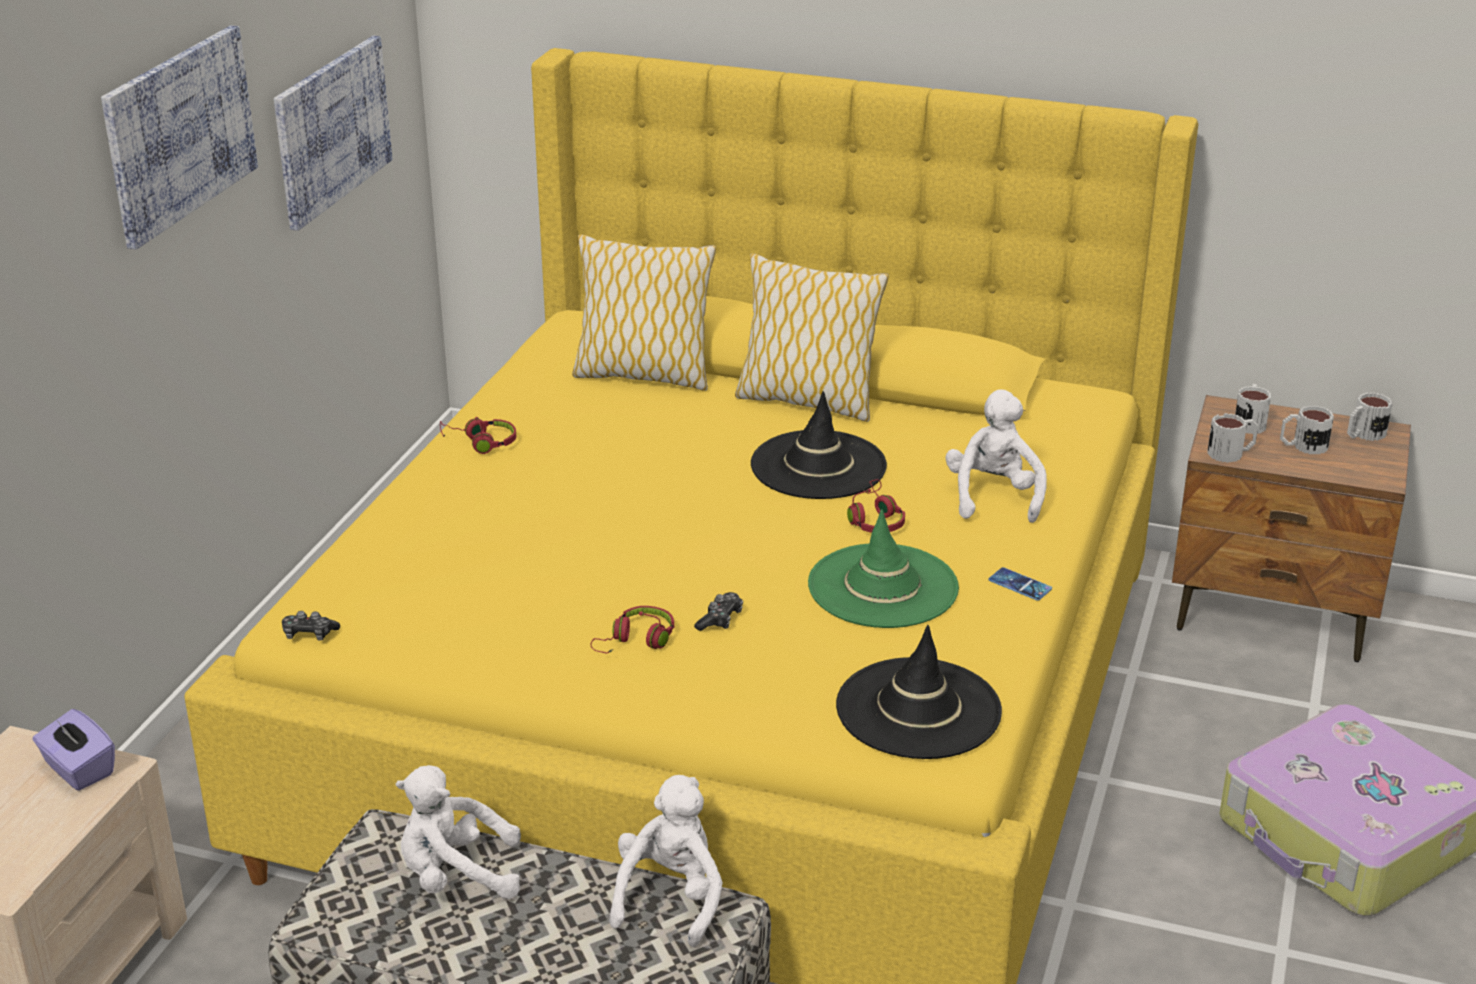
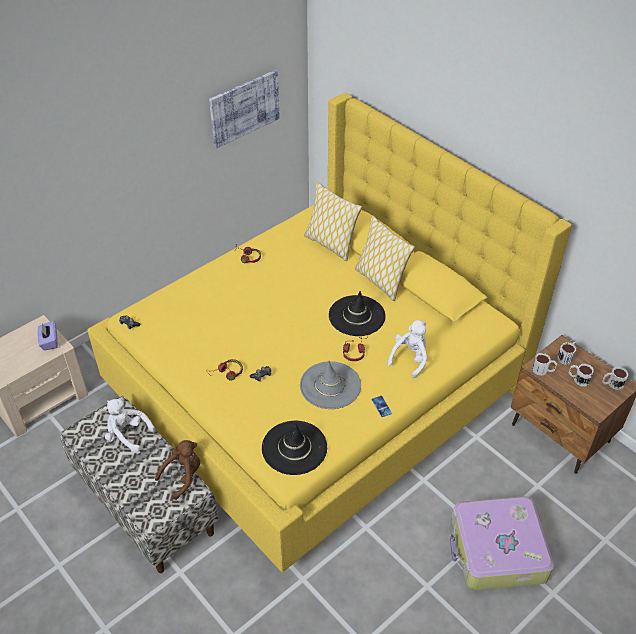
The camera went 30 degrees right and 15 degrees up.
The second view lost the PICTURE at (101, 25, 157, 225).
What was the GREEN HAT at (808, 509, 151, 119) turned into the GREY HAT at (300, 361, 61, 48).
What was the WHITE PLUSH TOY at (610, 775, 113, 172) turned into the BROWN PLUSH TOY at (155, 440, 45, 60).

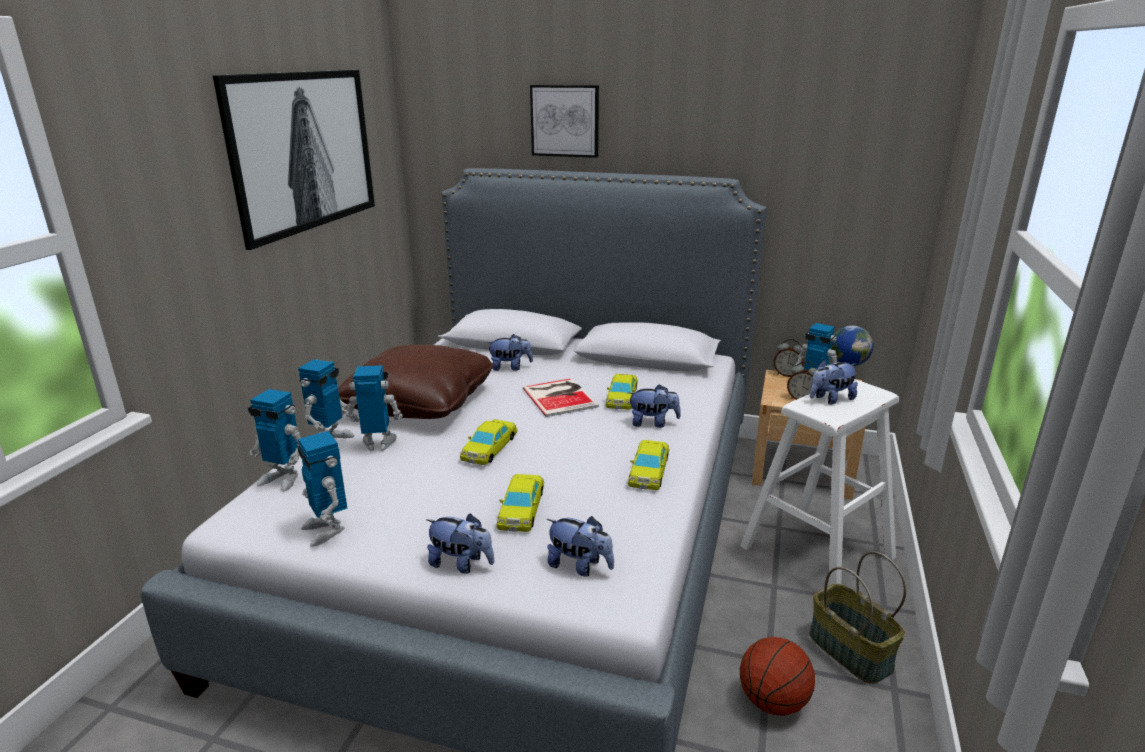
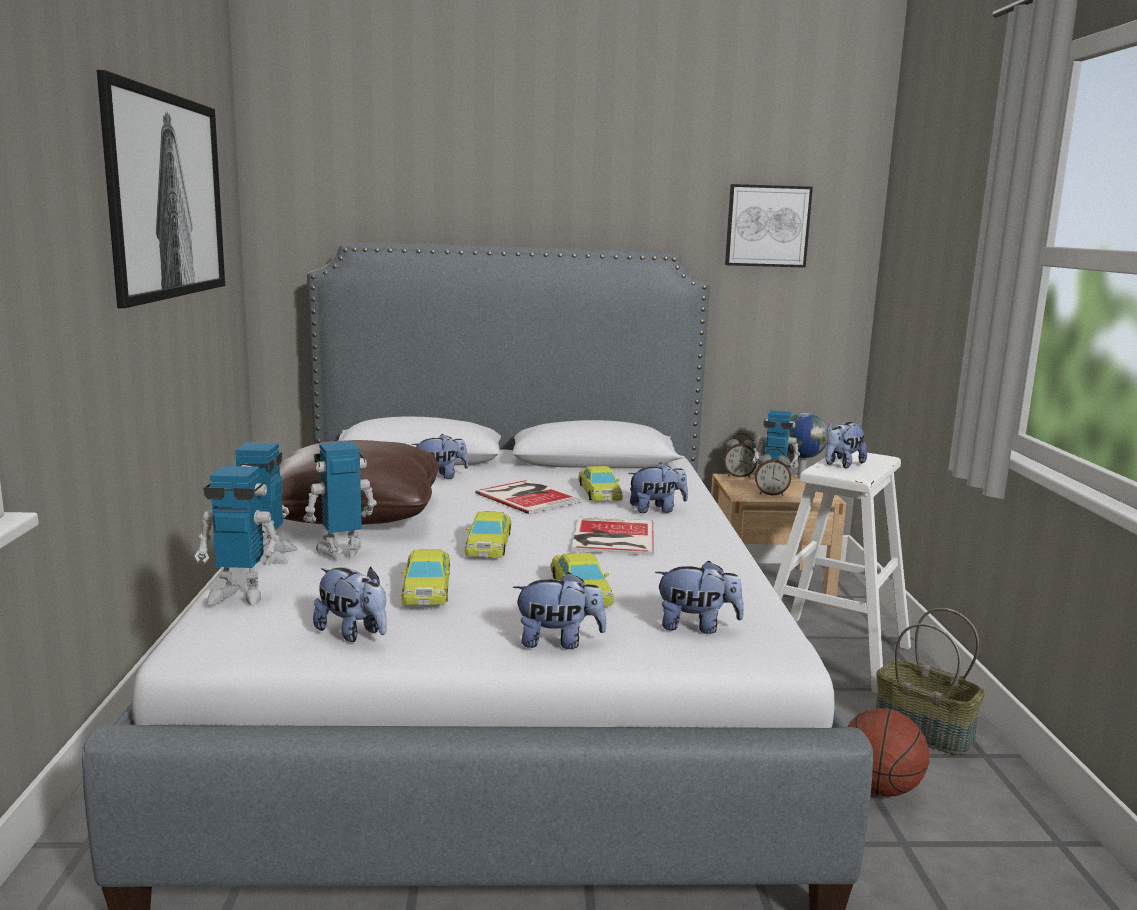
The camera went 20 degrees left and 10 degrees down.
The PICTURE ended up elsewhere, having gone from (530, 85, 69, 73) to (725, 184, 88, 84).
Where the TOY ROBOT stood at (297, 431, 51, 116), the PLUSH TOY came to stand at (313, 567, 74, 75).
The YELLOW TOY CAR ended up elsewhere, having gone from (628, 440, 41, 50) to (401, 550, 49, 55).
The second view gained the BOOK at (572, 517, 82, 39).

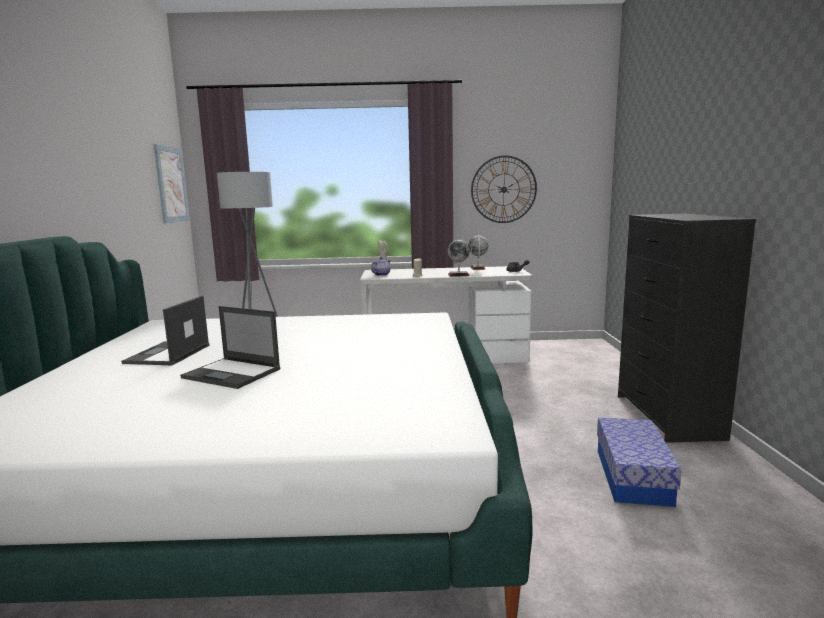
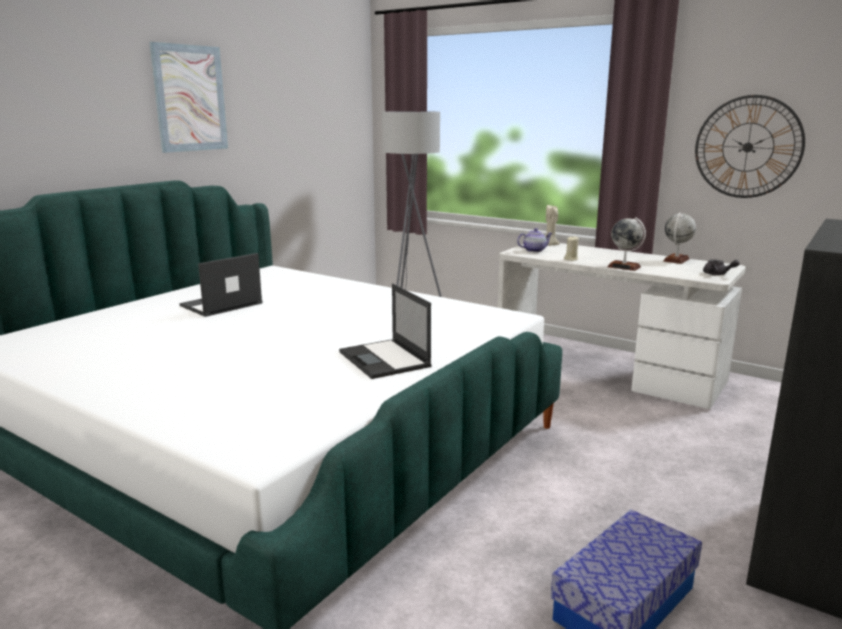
The camera went 35 degrees right and 5 degrees up.
The PICTURE ended up elsewhere, having gone from (154, 144, 35, 79) to (149, 42, 79, 111).
The LAPTOP ended up elsewhere, having gone from (180, 306, 100, 83) to (339, 283, 93, 96).

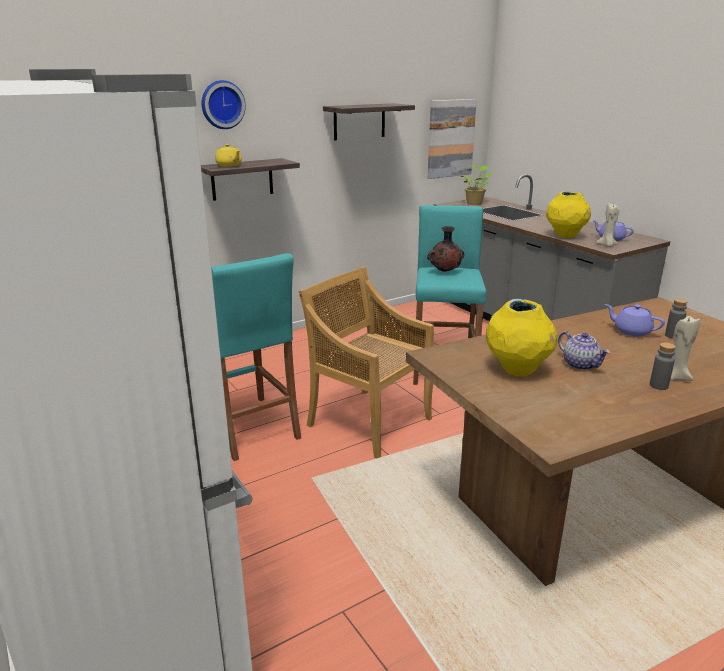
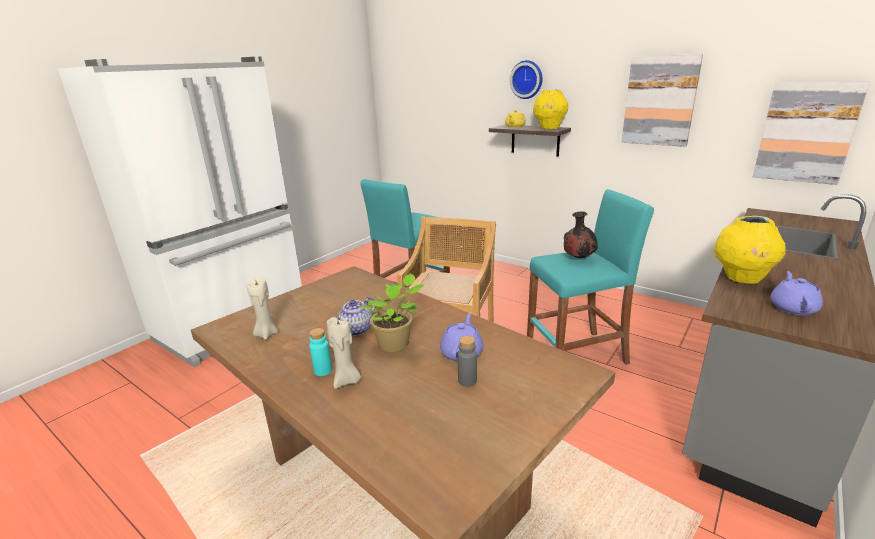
The camera went 70 degrees right and 0 degrees up.
Where the SHELF hung at (323, 103, 92, 37), the PICTURE came to hang at (621, 54, 82, 93).
The POTTED PLANT ended up elsewhere, having gone from (461, 165, 31, 40) to (359, 273, 65, 79).
The BEIGE CANDLE ended up elsewhere, having gone from (597, 203, 22, 44) to (246, 276, 32, 64).
The YELLOW VASE ended up elsewhere, having gone from (486, 299, 72, 78) to (533, 90, 35, 39).
What was the GREY BOTTLE at (650, 342, 26, 48) turned into the TURQUOISE BOTTLE at (309, 328, 23, 48).

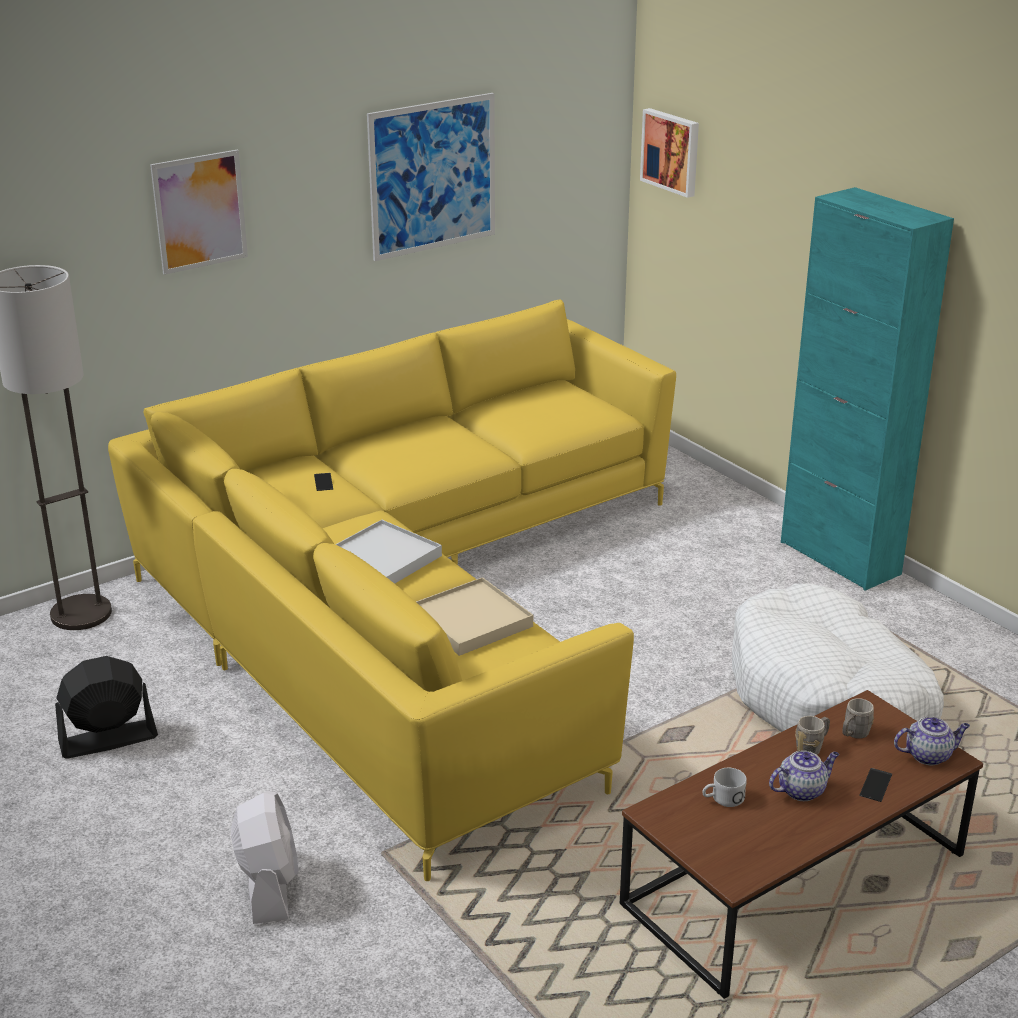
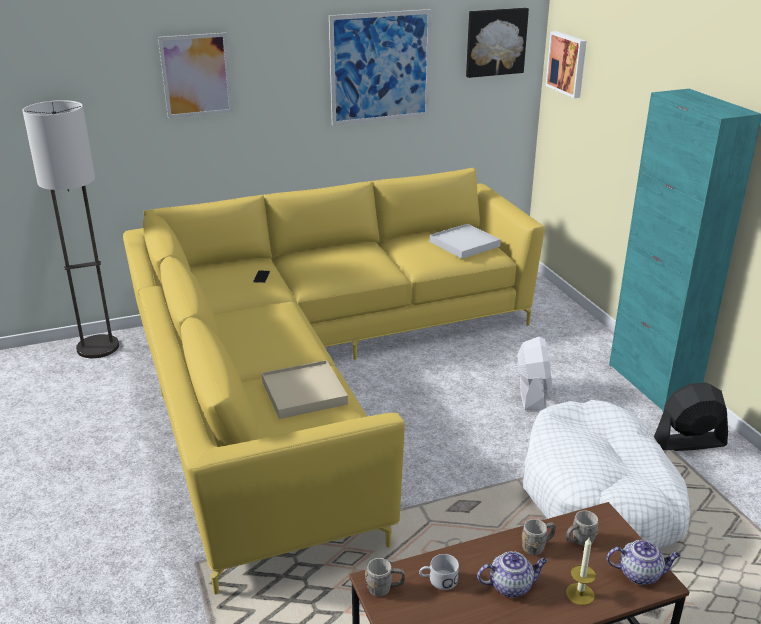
The camera went 15 degrees right and 0 degrees up.
The WHITE TRAY ended up elsewhere, having gone from (335, 520, 107, 64) to (430, 224, 71, 35).
The BLACK FAN ended up elsewhere, having gone from (55, 656, 103, 103) to (654, 383, 74, 68).
Where the PHONE stood at (859, 768, 33, 34), the CANDLE came to stand at (566, 538, 30, 67).
The WHITE FAN ended up elsewhere, having gone from (231, 790, 67, 134) to (517, 337, 35, 74).
The second view gained the PICTURE at (466, 8, 63, 70).
The second view gained the GREY MUG at (365, 558, 40, 39).

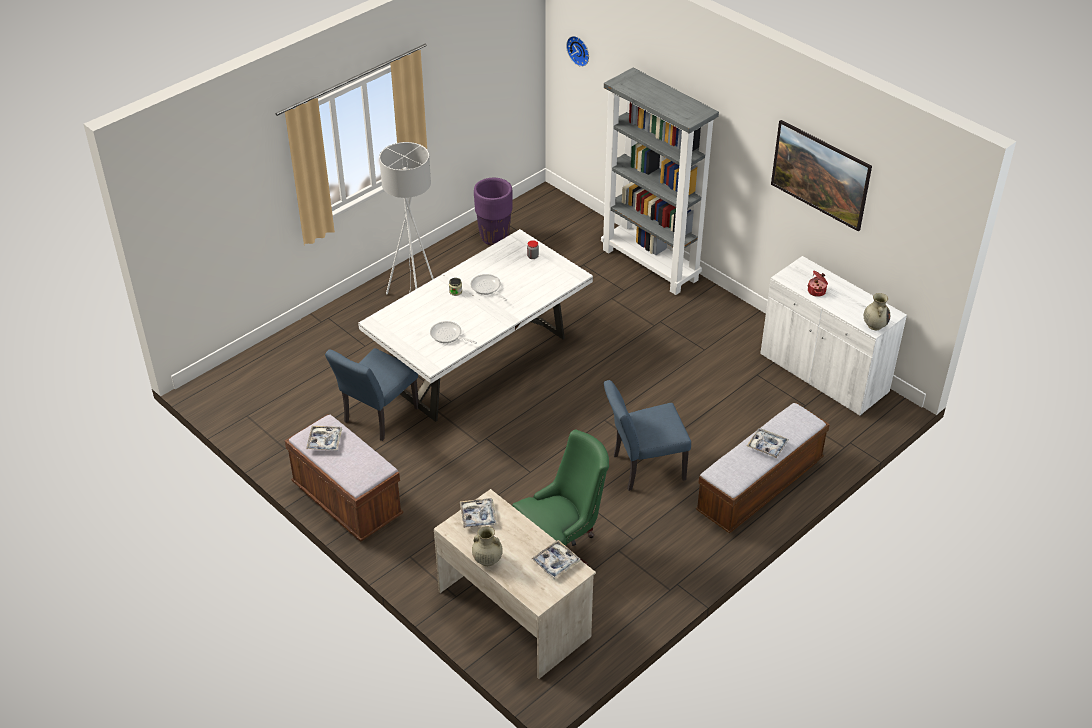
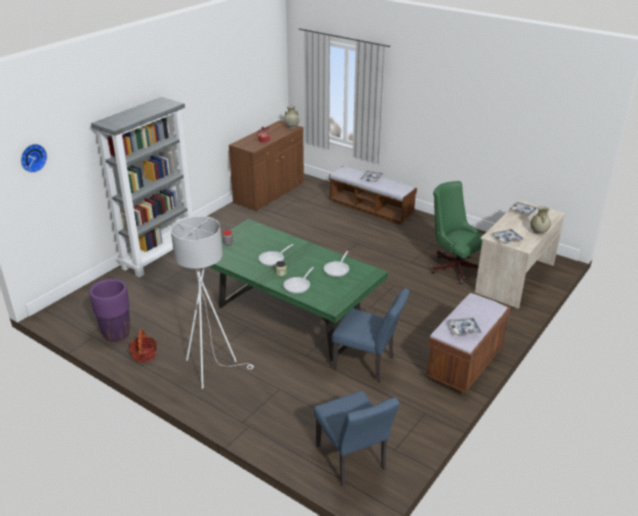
The camera went 100 degrees left and 10 degrees down.
The second view lost the PICTURE at (771, 120, 101, 112).
What was the WHITE DINING TABLE at (358, 229, 235, 193) turned into the GREEN DINING TABLE at (209, 219, 179, 142).
What was the WHITE CABINET at (760, 256, 147, 160) turned into the BROWN CABINET at (229, 120, 75, 92).
The BLUE CHAIR ended up elsewhere, having gone from (604, 380, 87, 111) to (314, 391, 85, 95).
The second view gained the FRYING PAN at (283, 267, 31, 27).
The second view gained the BASKET at (129, 330, 28, 32).

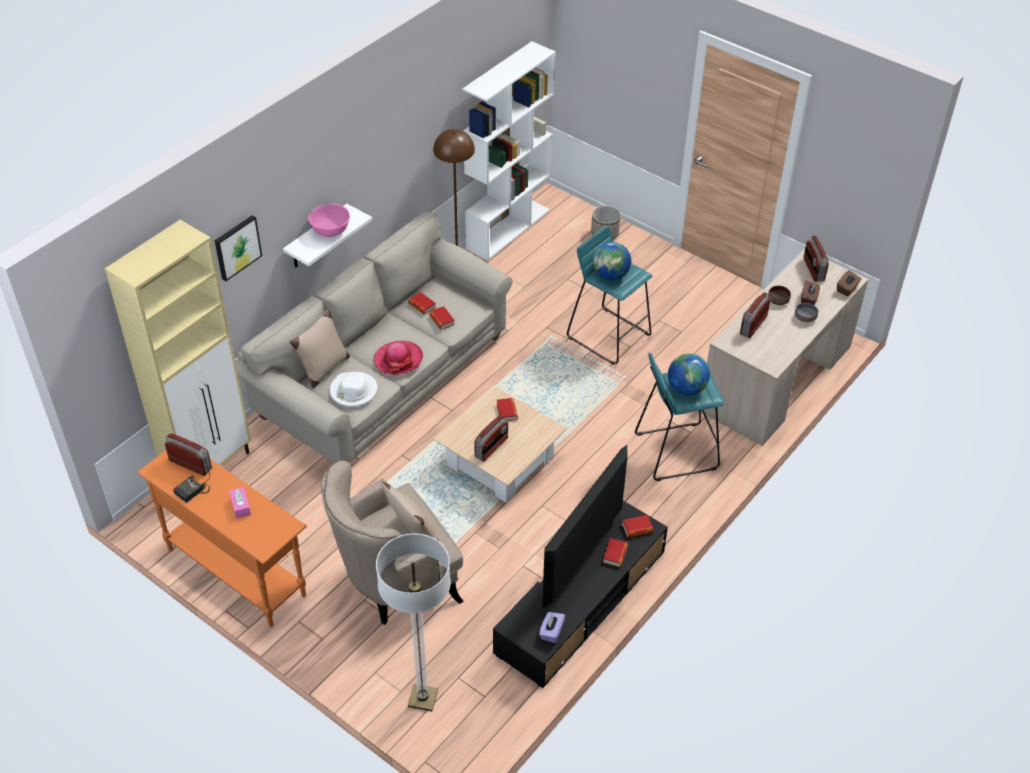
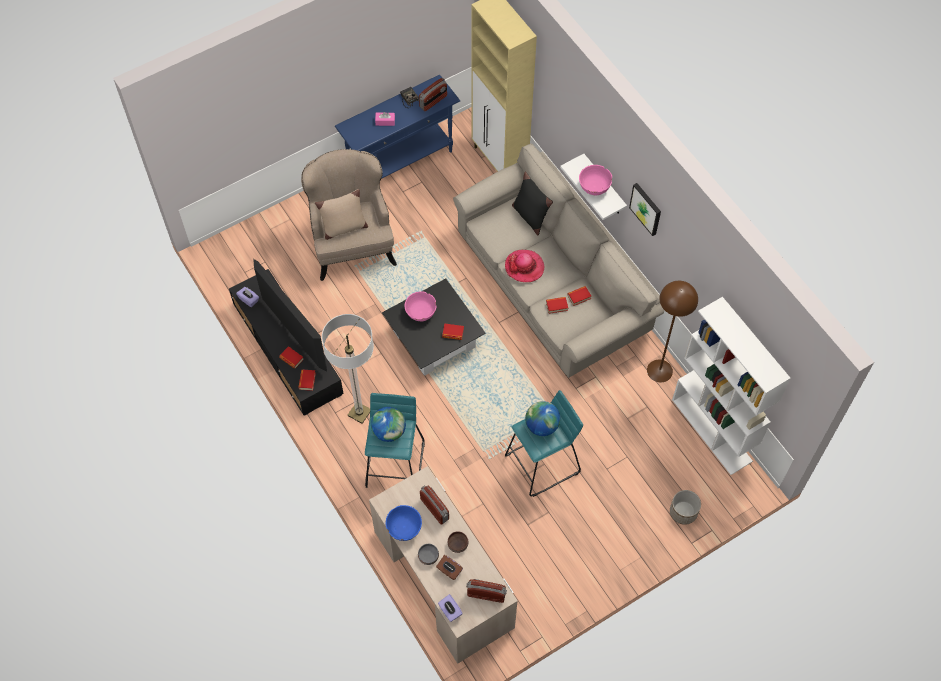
The camera went 110 degrees right and 15 degrees up.
The PICTURE ended up elsewhere, having gone from (215, 215, 47, 66) to (629, 183, 32, 53).
What was the BROWN TISSUE BOX at (837, 270, 24, 26) turned into the PURPLE TISSUE BOX at (438, 594, 25, 28).
What was the BEIGE PILLOW at (290, 309, 60, 79) turned into the BLACK PILLOW at (512, 171, 41, 64).
The second view lost the WHITE HAT at (330, 372, 47, 35).
What was the BEIGE COFFEE TABLE at (433, 385, 134, 118) turned into the BLACK COFFEE TABLE at (382, 278, 104, 98).
Where the RADIO stood at (474, 415, 34, 47), the PINK BOWL came to stand at (405, 291, 32, 30).
What was the ORANGE CONSOLE TABLE at (137, 450, 170, 177) turned into the BLUE CONSOLE TABLE at (335, 75, 125, 104).
The FLOOR LAMP ended up elsewhere, having gone from (376, 533, 75, 178) to (322, 314, 52, 110).
The second view gained the BLUE BOWL at (386, 505, 36, 36).

